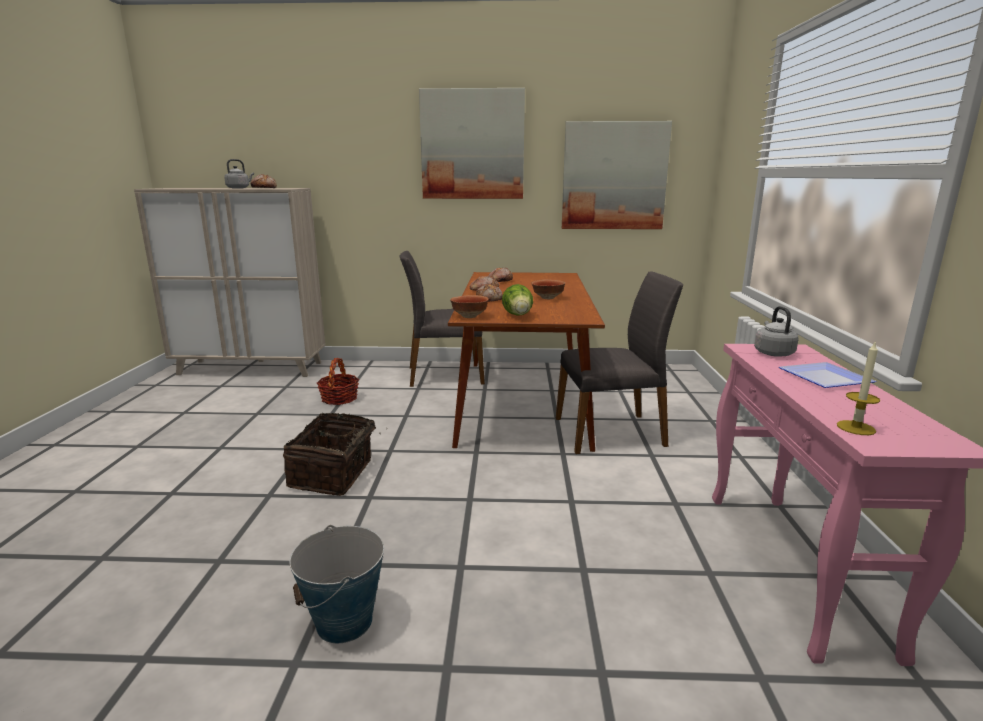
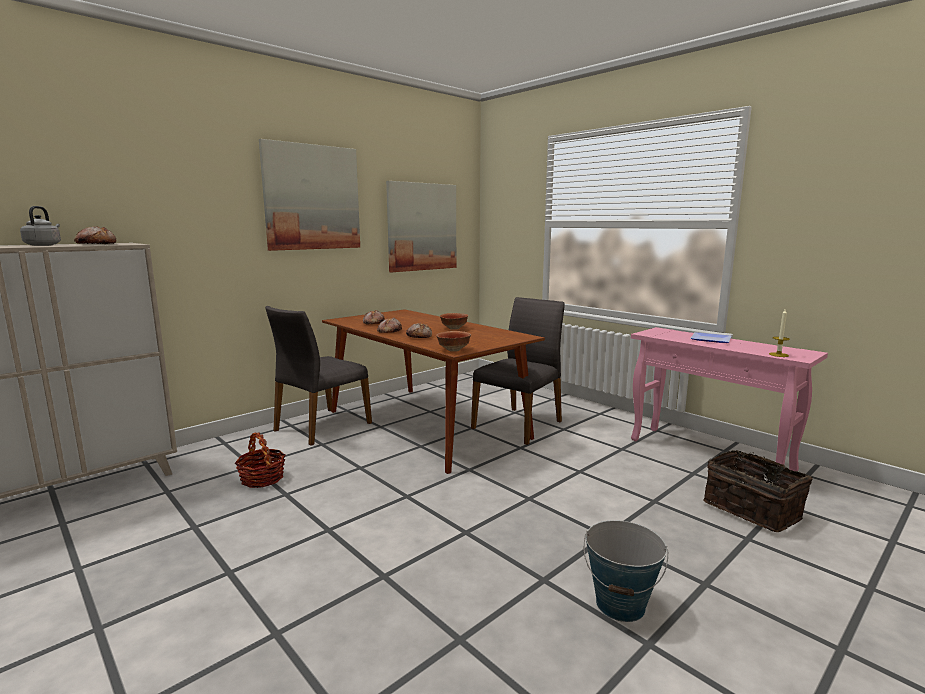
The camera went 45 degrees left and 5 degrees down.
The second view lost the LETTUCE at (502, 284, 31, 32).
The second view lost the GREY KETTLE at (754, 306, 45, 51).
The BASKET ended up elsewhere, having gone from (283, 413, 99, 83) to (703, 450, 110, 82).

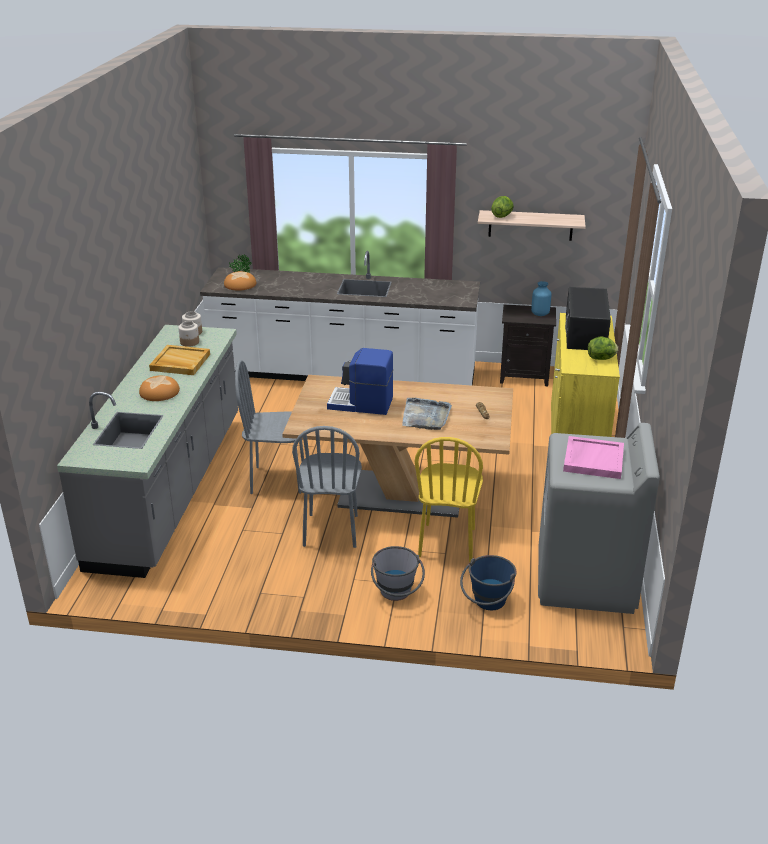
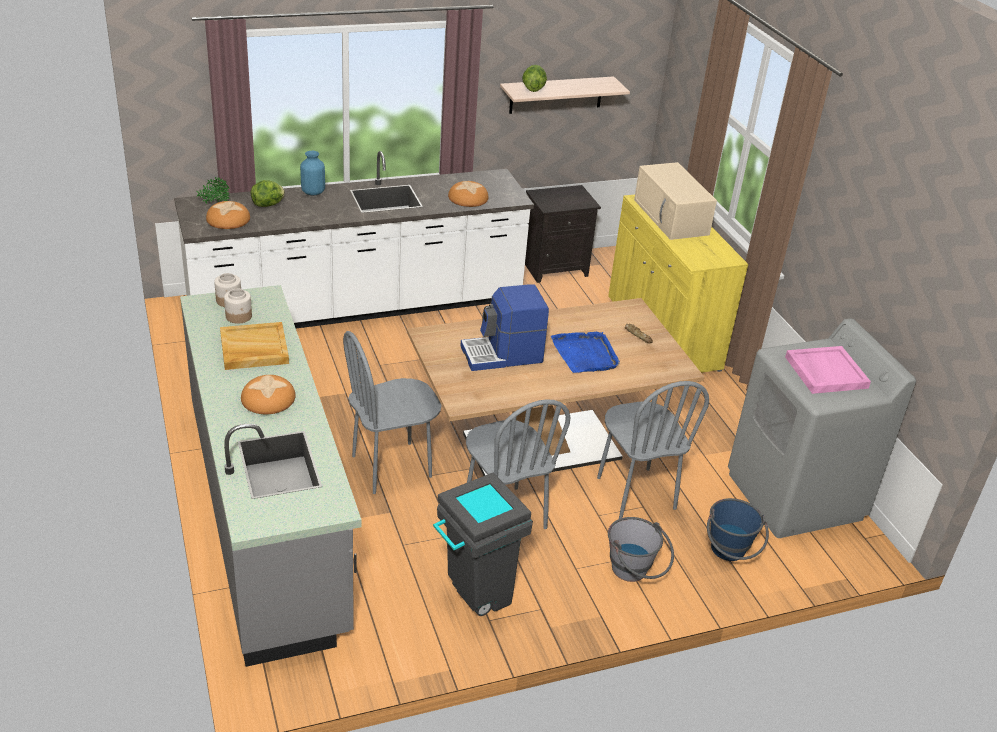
The camera went 30 degrees left and 5 degrees up.
The BLUE VASE ended up elsewhere, having gone from (531, 281, 20, 35) to (300, 151, 25, 44).
What was the BLACK MICROWAVE at (565, 287, 46, 63) turned into the BEIGE MICROWAVE at (634, 162, 83, 78).
The LETTUCE ended up elsewhere, having gone from (588, 336, 31, 24) to (250, 180, 35, 27).
What was the GREY TRAY at (402, 398, 50, 32) turned into the BLUE TRAY at (551, 332, 69, 41).
What was the YELLOW CHAIR at (414, 437, 69, 125) turned into the GREY CHAIR at (597, 381, 112, 138).
The second view gained the BREAD at (448, 181, 40, 26).
The second view gained the GREY TRASH CAN at (433, 473, 100, 143).

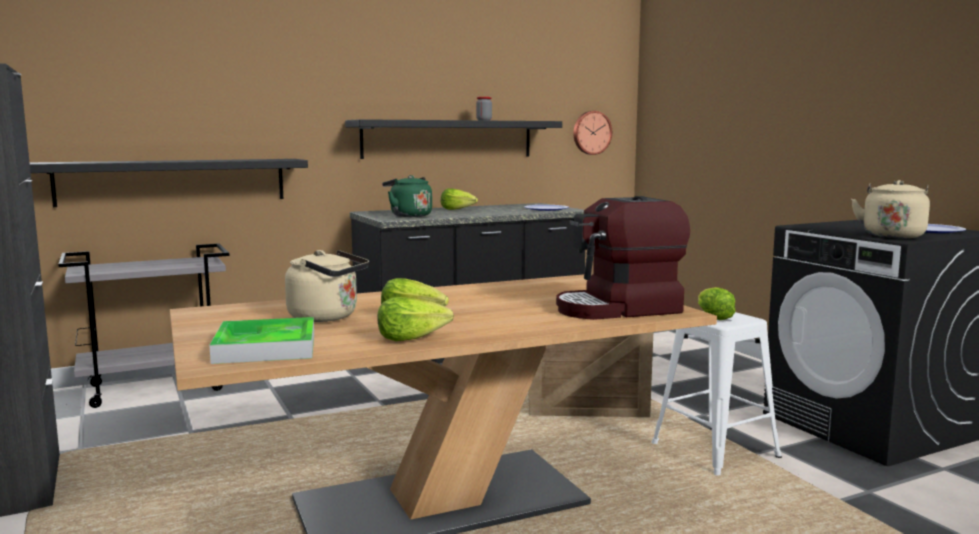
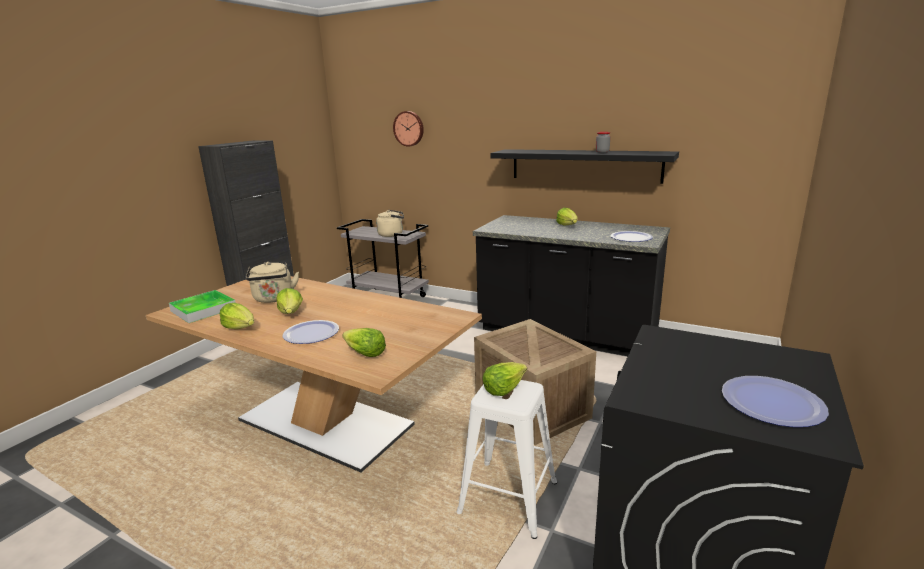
The camera went 55 degrees right and 10 degrees up.
The WALL CLOCK ended up elsewhere, having gone from (573, 111, 39, 44) to (393, 111, 31, 36).
The second view lost the BLACK SHELF at (30, 159, 278, 48).
The second view lost the GREEN KETTLE at (382, 175, 50, 42).
The BEIGE KETTLE ended up elsewhere, having gone from (851, 180, 79, 58) to (376, 210, 28, 27).
Where the COFFEE MACHINE stood at (556, 196, 134, 124), the LETTUCE came to stand at (342, 328, 44, 29).
The second view gained the PLATE at (283, 320, 56, 24).

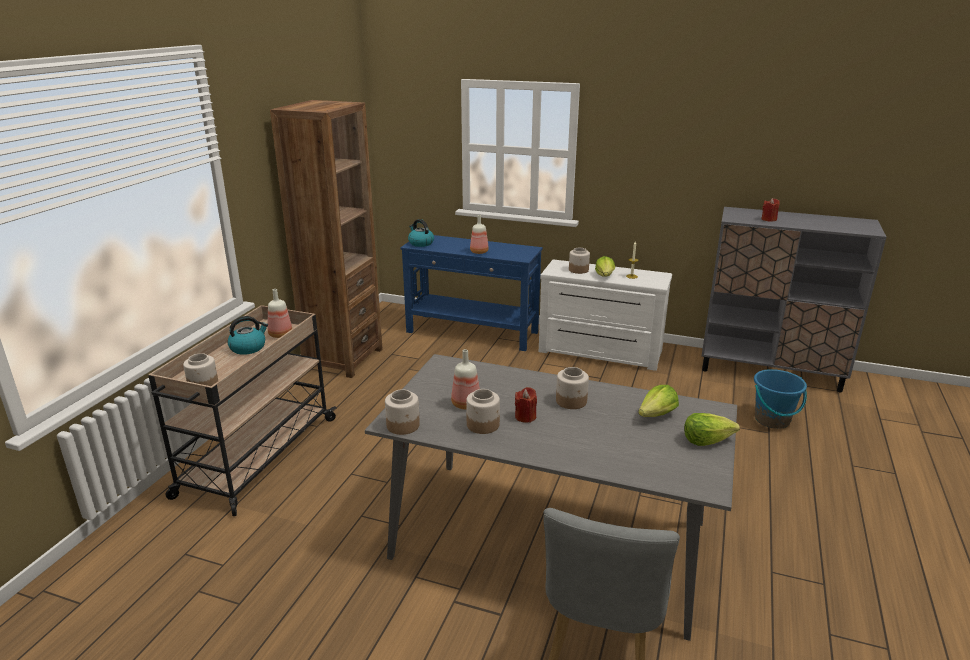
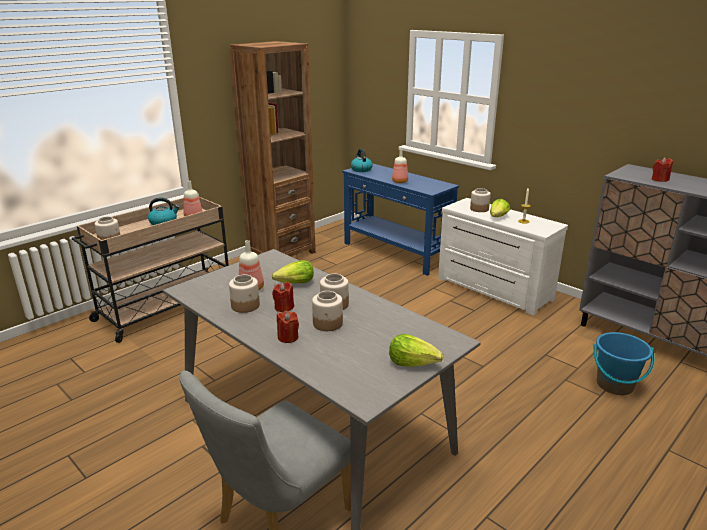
The camera went 25 degrees right and 0 degrees up.
The LETTUCE ended up elsewhere, having gone from (638, 385, 41, 32) to (272, 260, 42, 24).
The JAR ended up elsewhere, having gone from (385, 389, 35, 46) to (312, 291, 31, 40).
The second view gained the RED CANDLE at (277, 311, 22, 32).

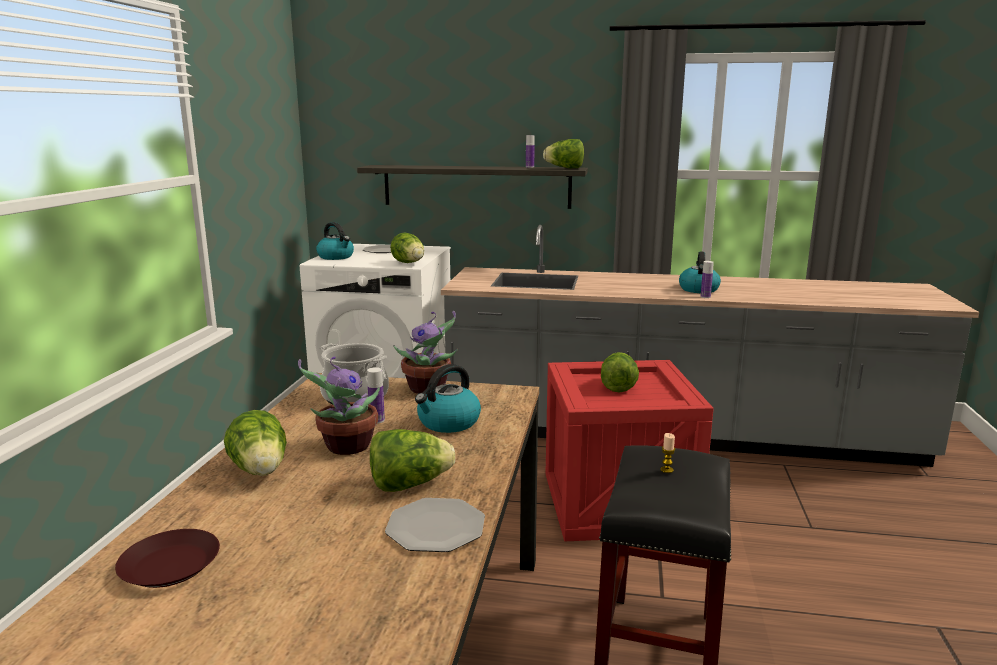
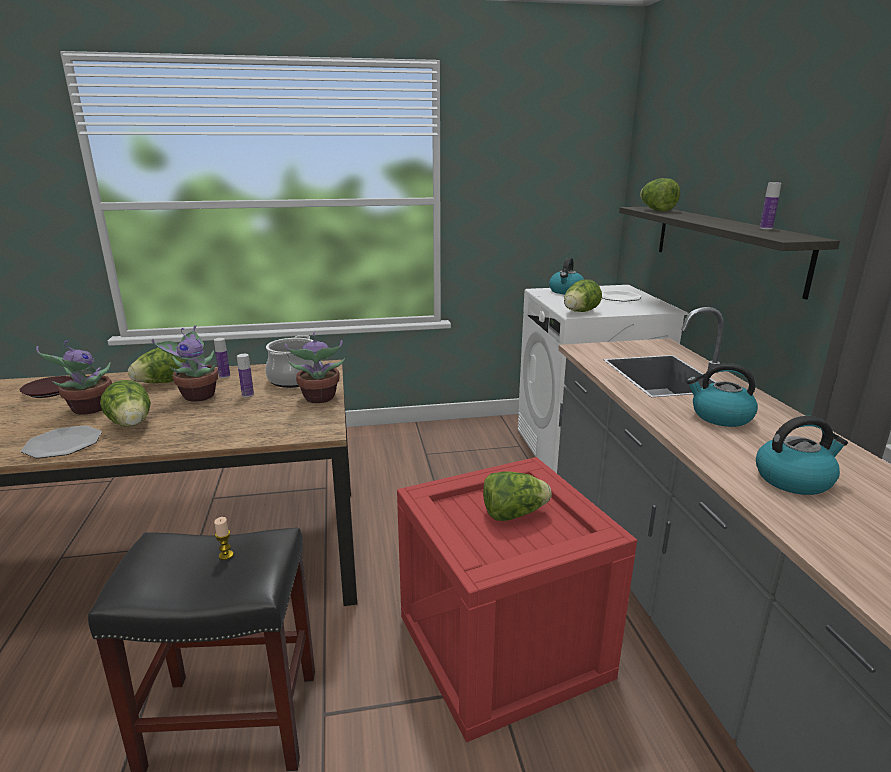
The camera went 70 degrees right and 5 degrees up.
The LETTUCE ended up elsewhere, having gone from (543, 139, 41, 29) to (640, 178, 40, 33).
The BOTTLE ended up elsewhere, having gone from (700, 261, 14, 37) to (214, 338, 16, 40).
The KETTLE ended up elsewhere, having gone from (415, 364, 66, 69) to (686, 363, 72, 64).
The second view gained the POTTED PLANT at (36, 341, 76, 74).

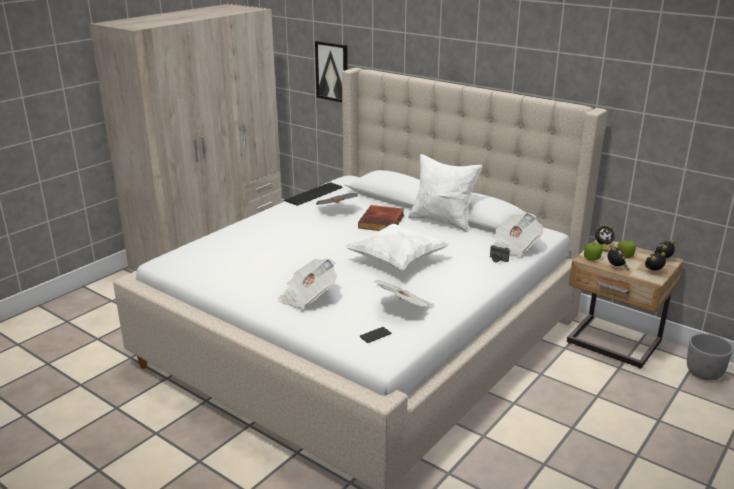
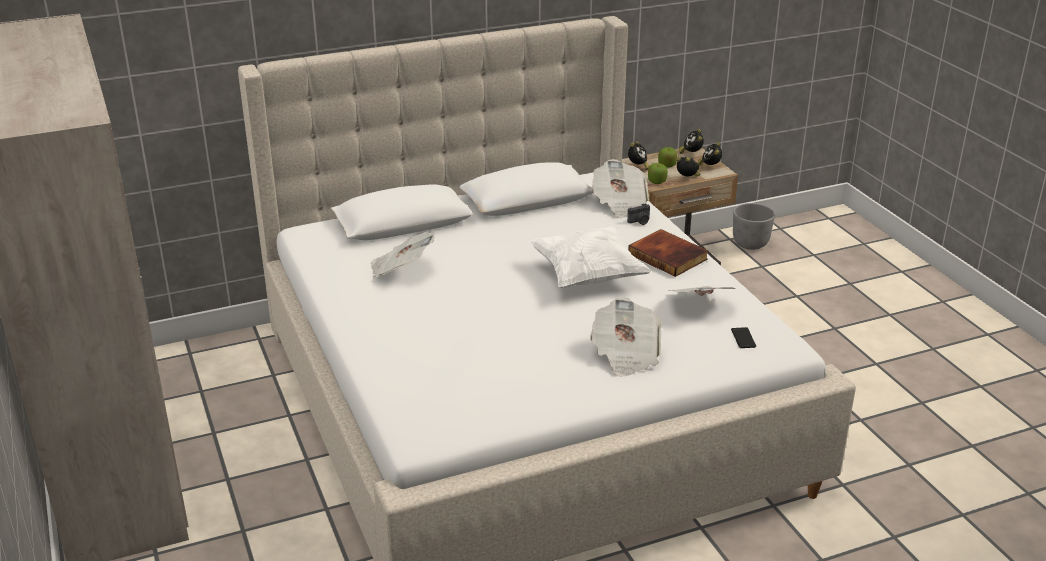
The camera went 60 degrees left and 5 degrees up.
The second view lost the PICTURE at (315, 41, 33, 61).
The second view lost the WHITE PILLOW at (408, 154, 74, 78).
The second view lost the KEYBOARD at (284, 182, 59, 24).
The BOOK ended up elsewhere, having gone from (358, 205, 46, 26) to (628, 229, 80, 48).

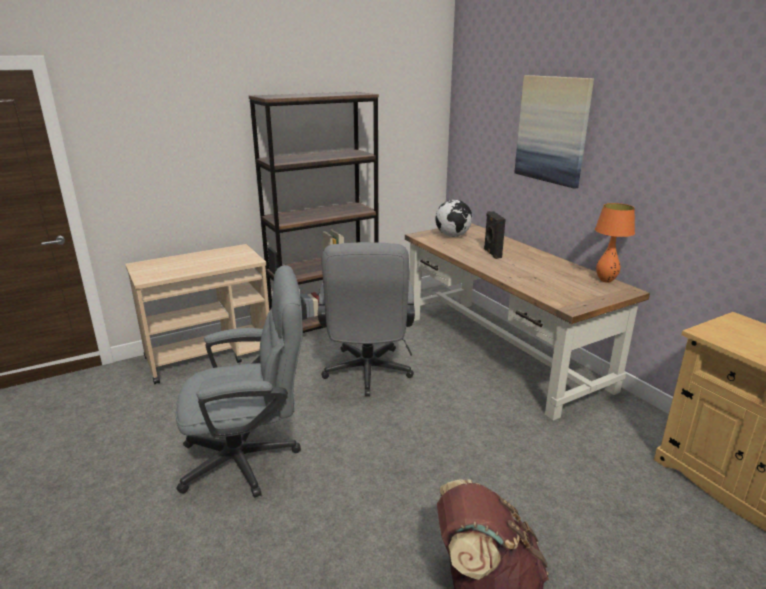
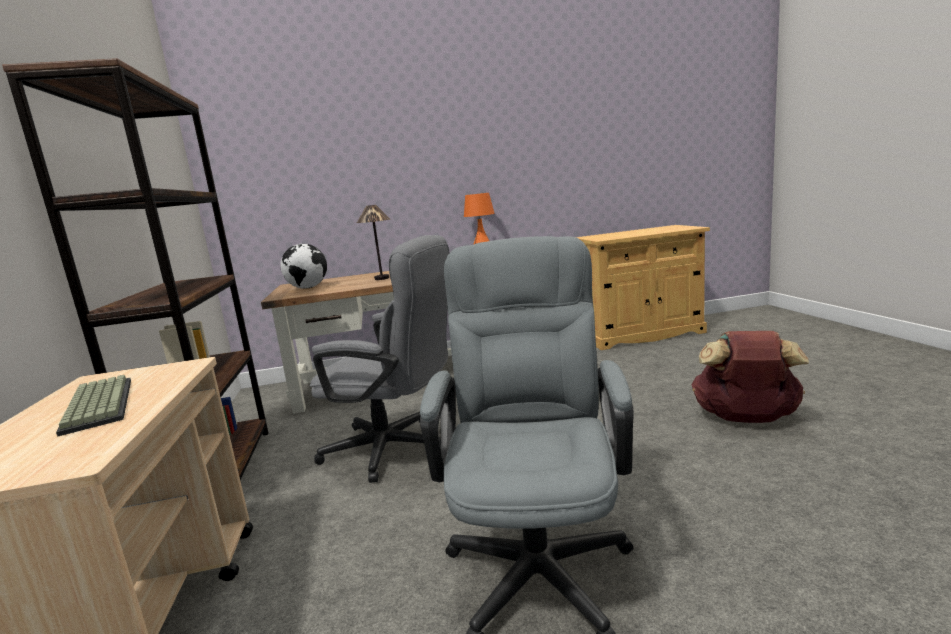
The camera went 70 degrees left and 10 degrees down.
The second view lost the PICTURE at (514, 75, 80, 114).
Where the BLACK SPEAKER stood at (484, 211, 22, 48), the TABLE LAMP came to stand at (357, 205, 33, 75).
The second view gained the KEYBOARD at (56, 375, 75, 62).

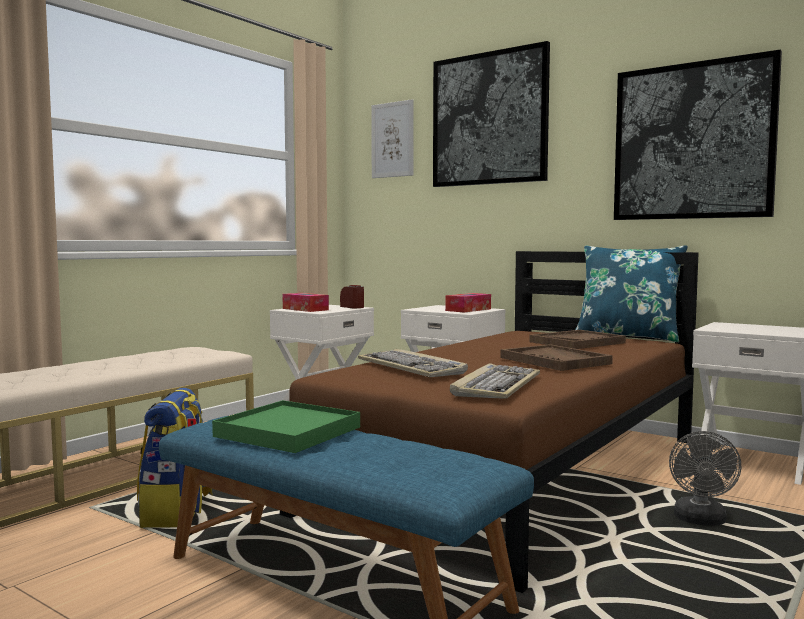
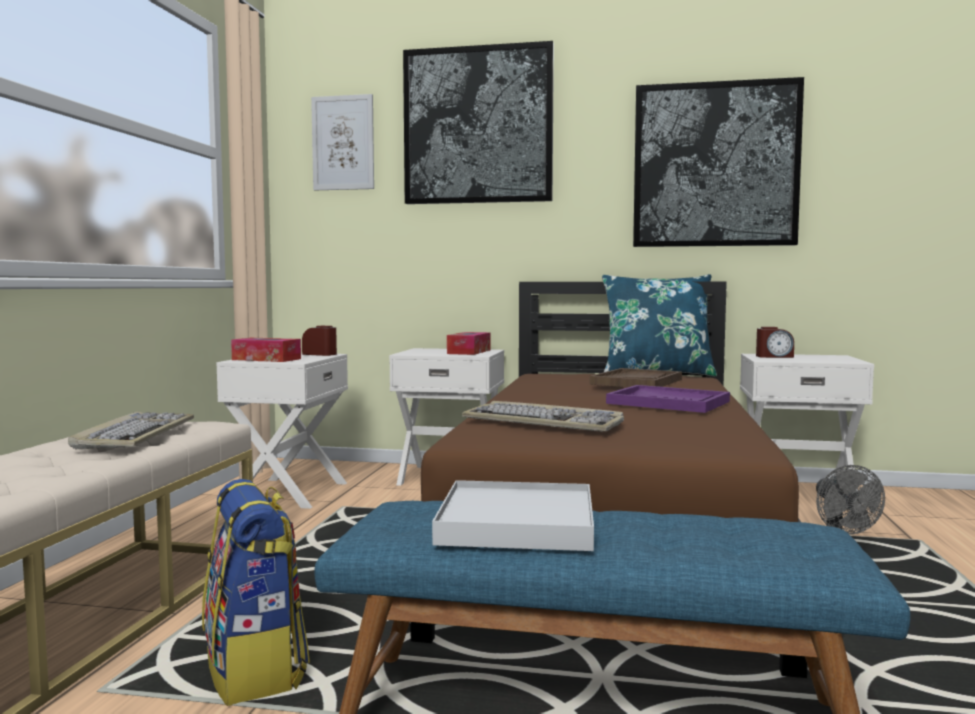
The camera went 25 degrees left and 0 degrees up.
What was the BROWN TRAY at (500, 344, 113, 27) turned into the PURPLE TRAY at (606, 385, 124, 28).
The KEYBOARD ended up elsewhere, having gone from (450, 363, 90, 36) to (68, 412, 126, 37).
What was the GREEN TRAY at (212, 400, 148, 53) turned into the WHITE TRAY at (432, 480, 162, 71).
The second view gained the ALARM CLOCK at (756, 327, 38, 31).

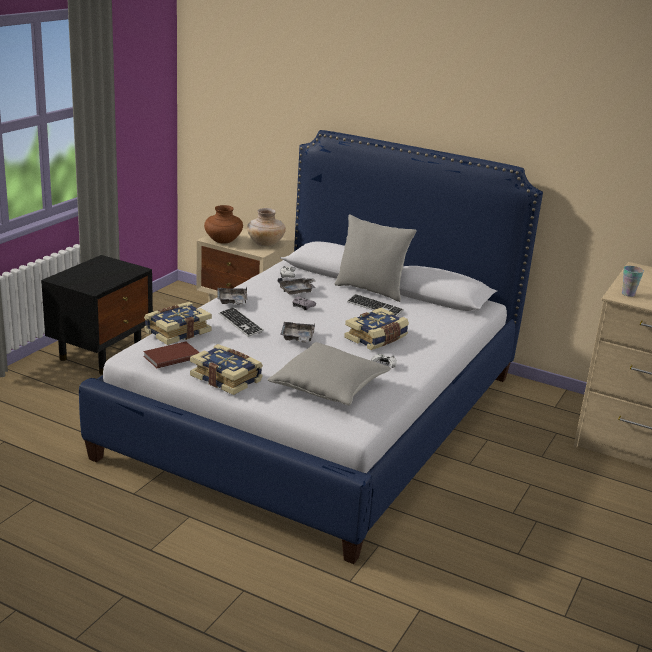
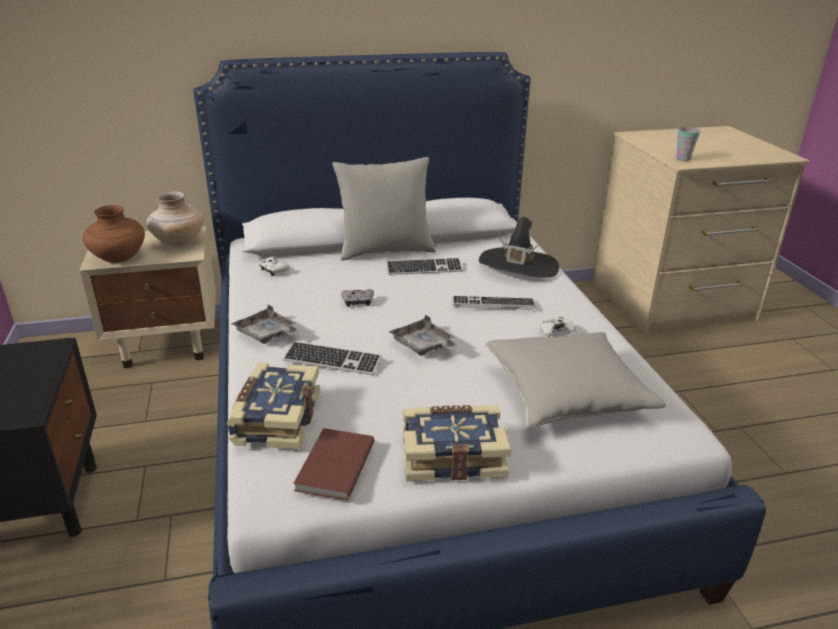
The camera went 40 degrees left and 5 degrees up.
The second view lost the GREY TRAY at (278, 278, 38, 17).
Where the BOOK stood at (344, 308, 65, 42), the KEYBOARD came to stand at (452, 296, 84, 14).
The second view gained the BLACK HAT at (479, 217, 80, 61).

